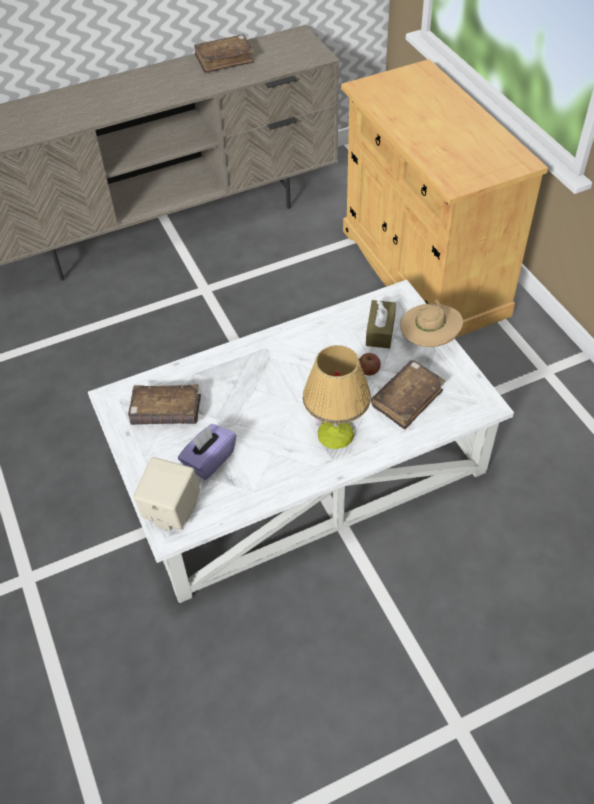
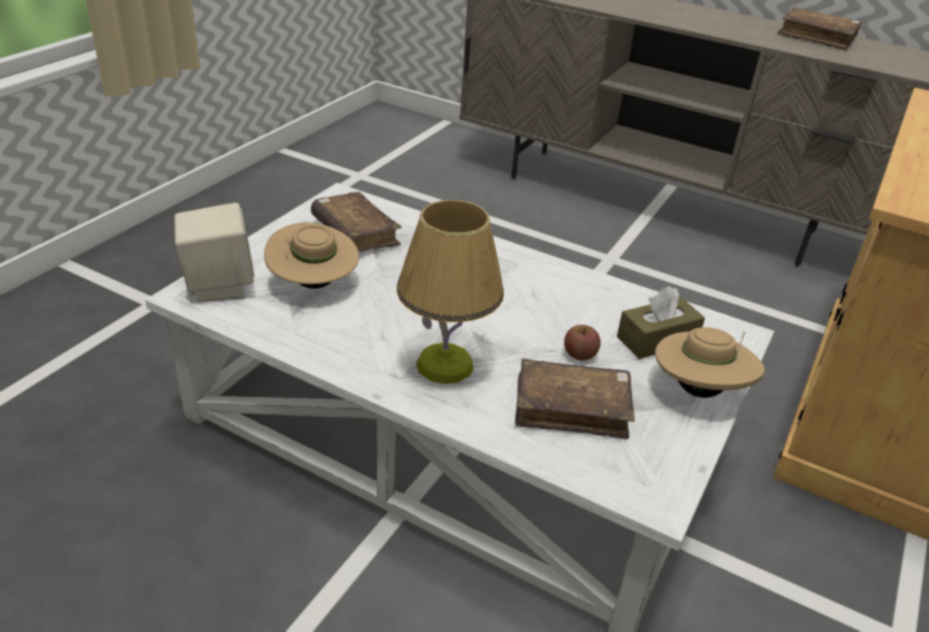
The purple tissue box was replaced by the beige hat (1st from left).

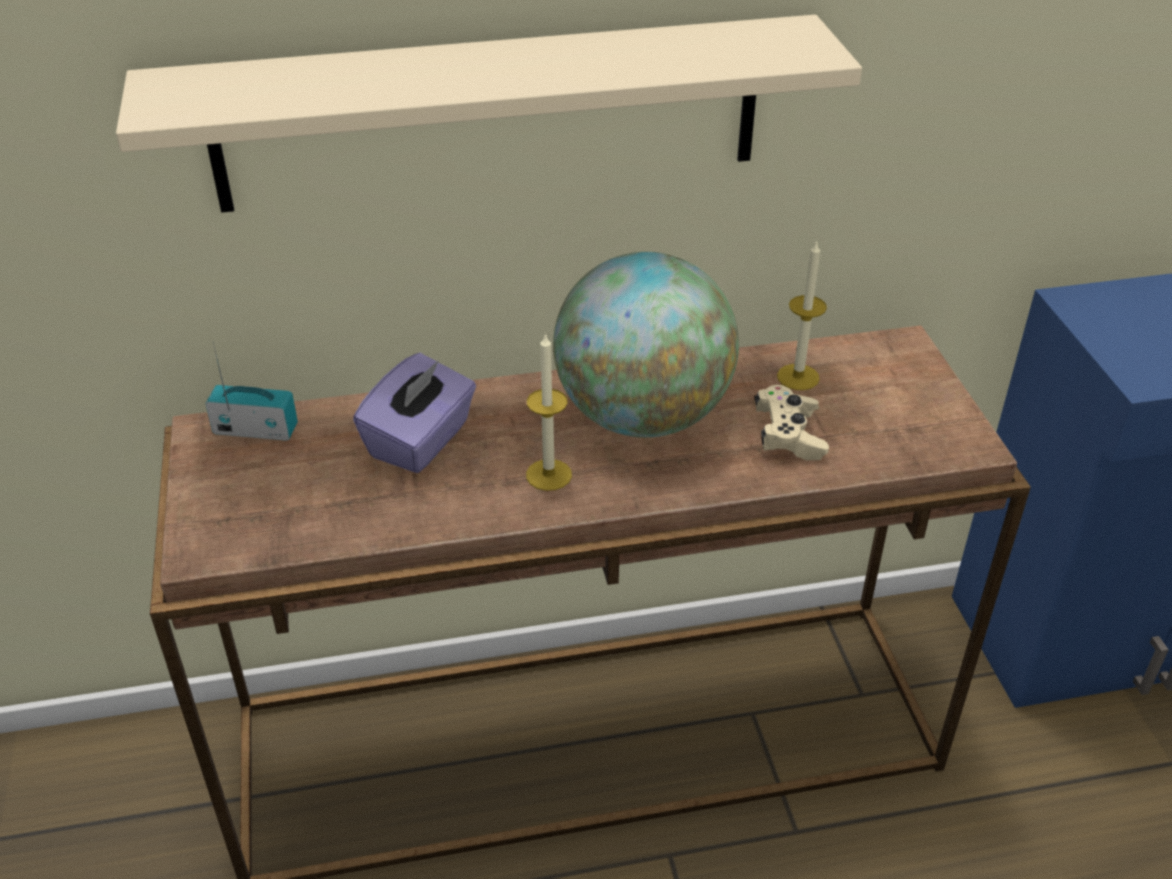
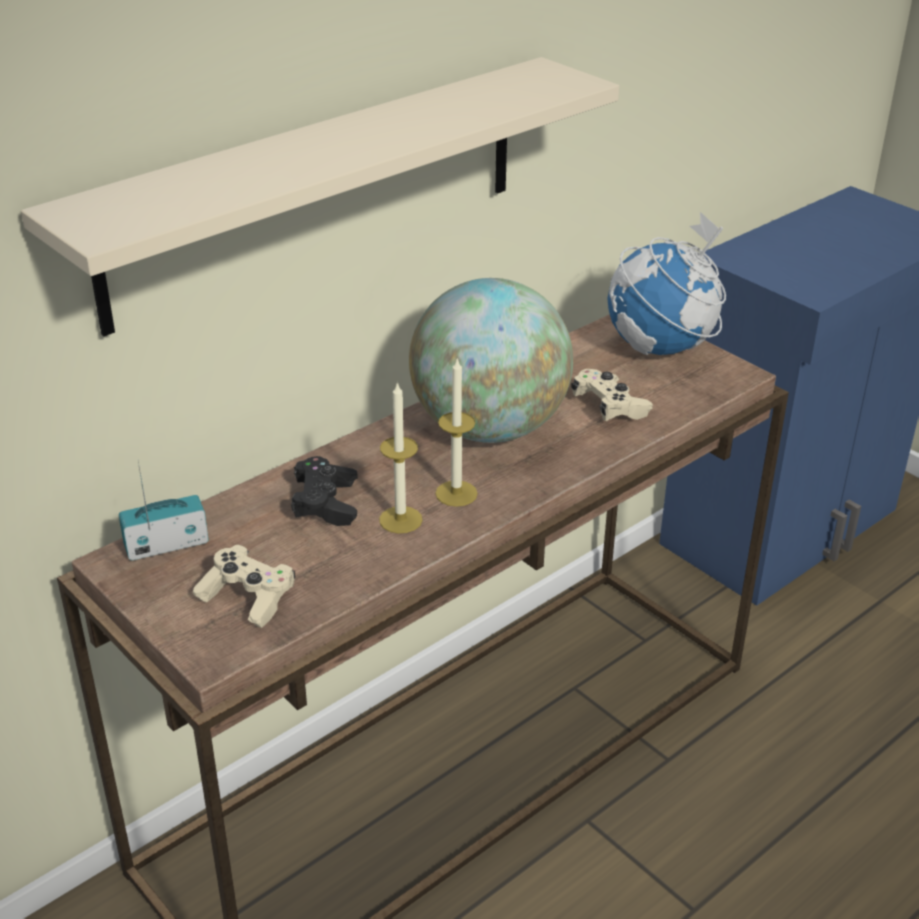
The beige game controller (1st from left) appeared.
The purple tissue box was replaced by the black game controller.
The candle (2nd from left in the first image) moved.
The globe (2nd from left) appeared.

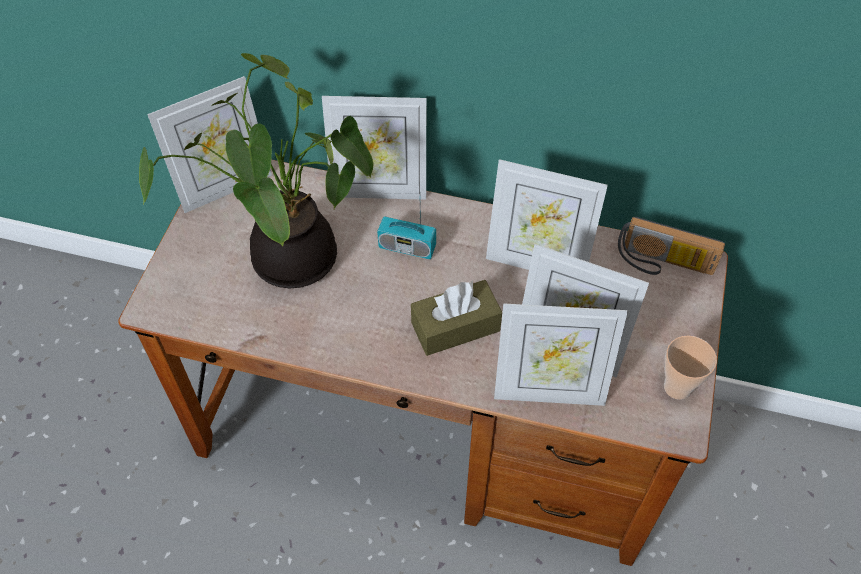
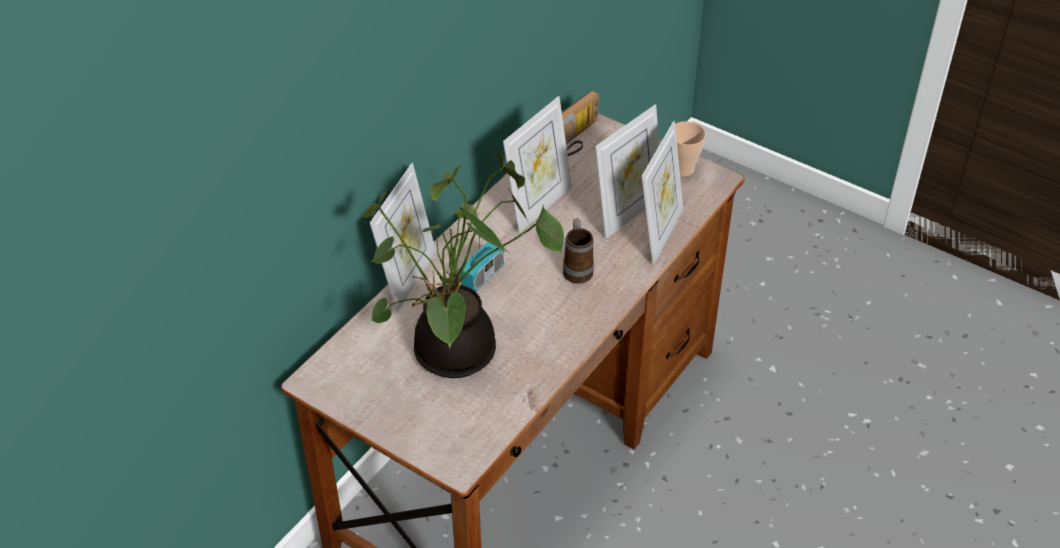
The brown tissue box was replaced by the mug.
The picture frame (1st from left) disappeared.

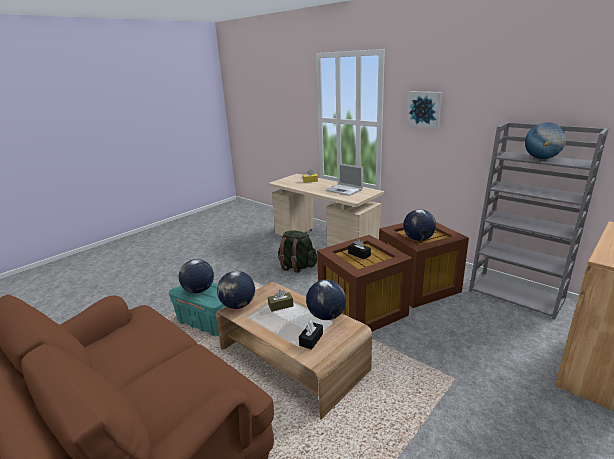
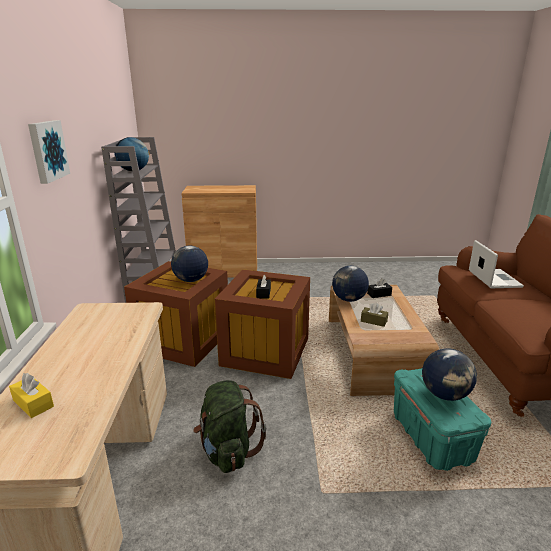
The laptop moved.
The globe (2nd from left) disappeared.

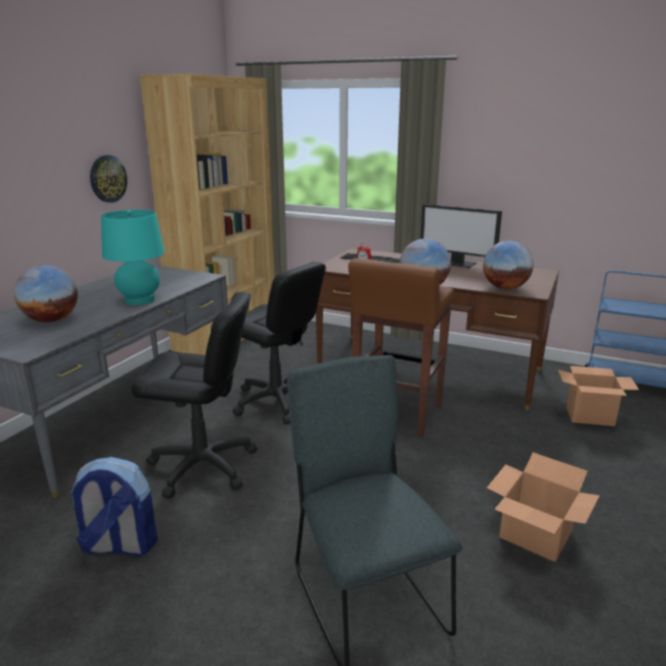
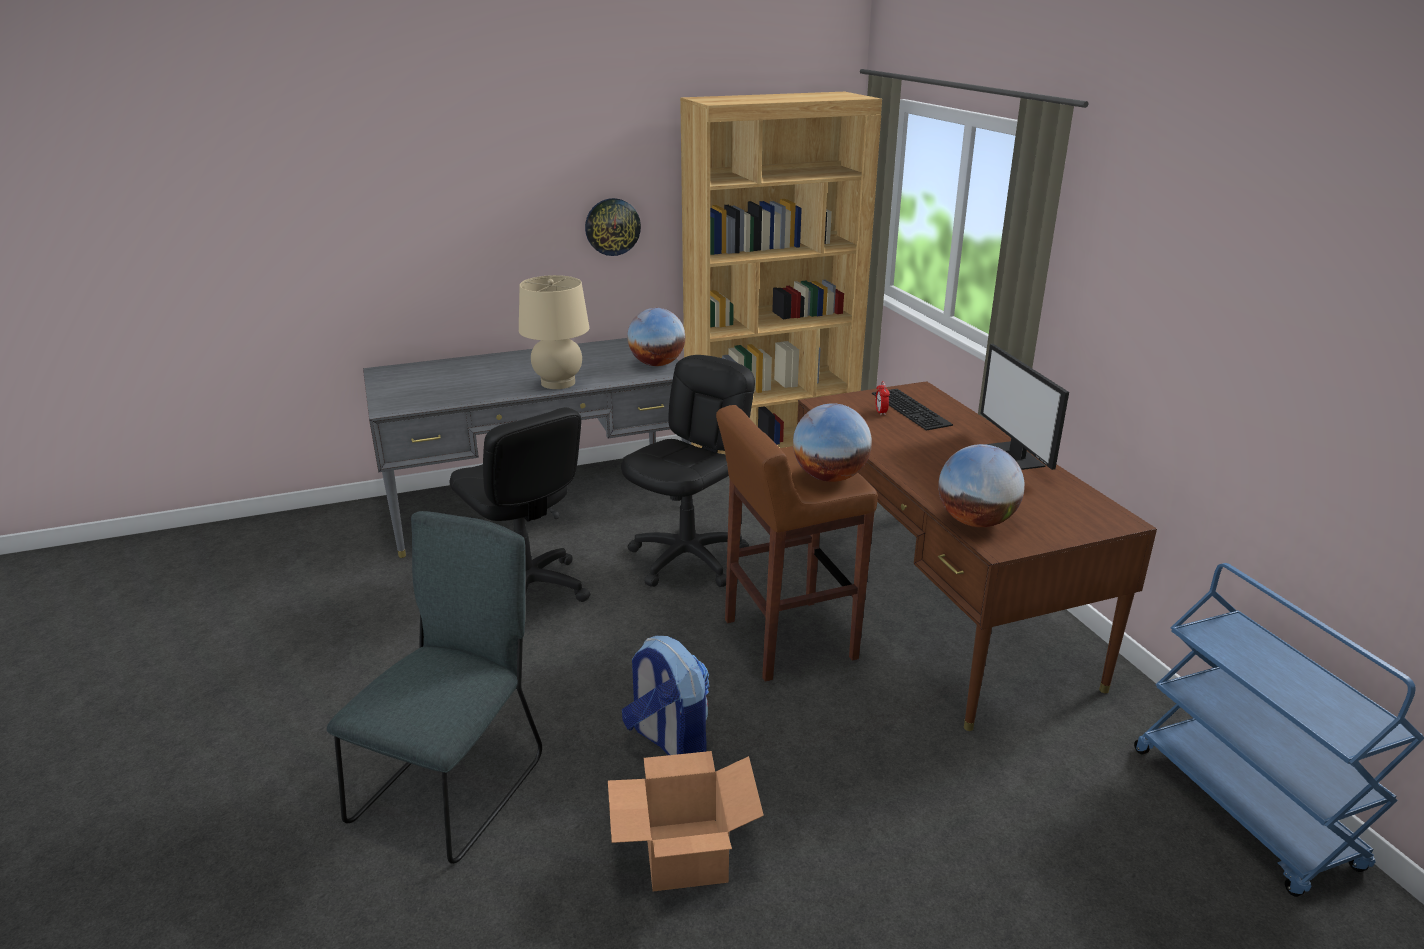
The turquoise table lamp became the beige table lamp.
The black office chair (2nd from left) turned 135 degrees counterclockwise.
The backpack moved.
The globe (1st from left) moved.
The cardboard box (2nd from left) disappeared.

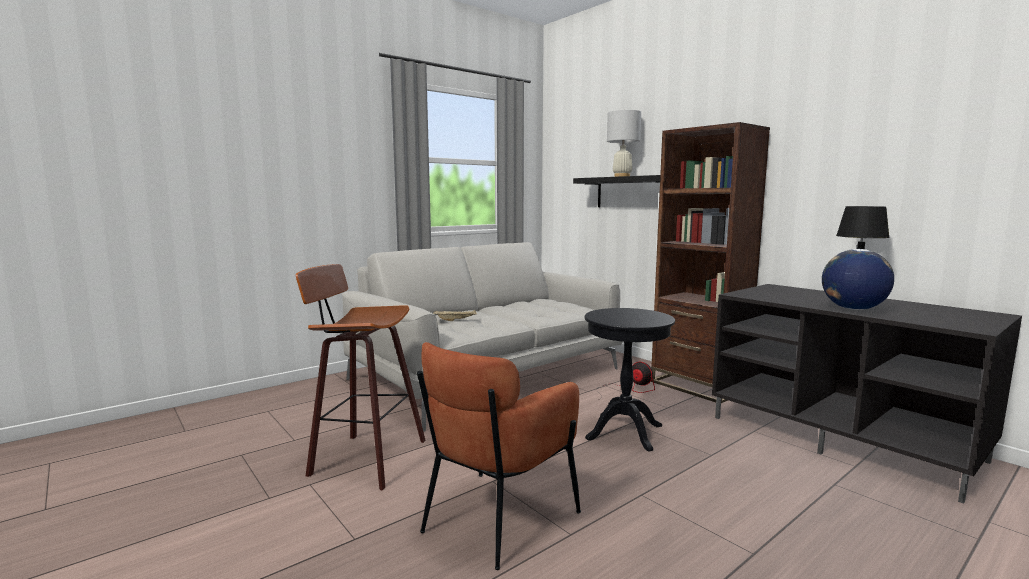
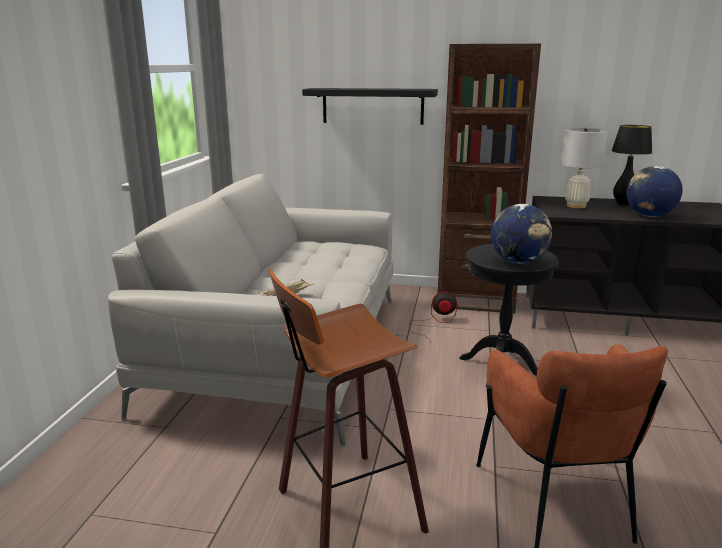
The globe (1st from left) appeared.
The white table lamp moved.

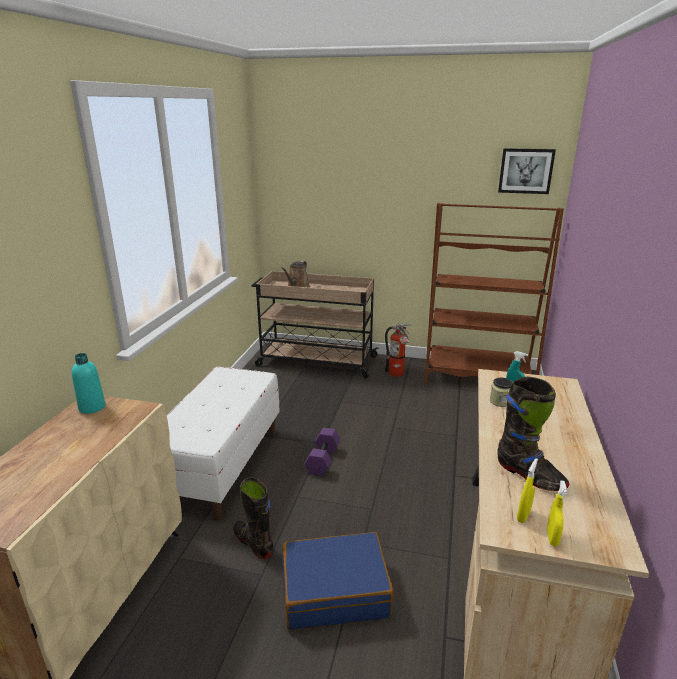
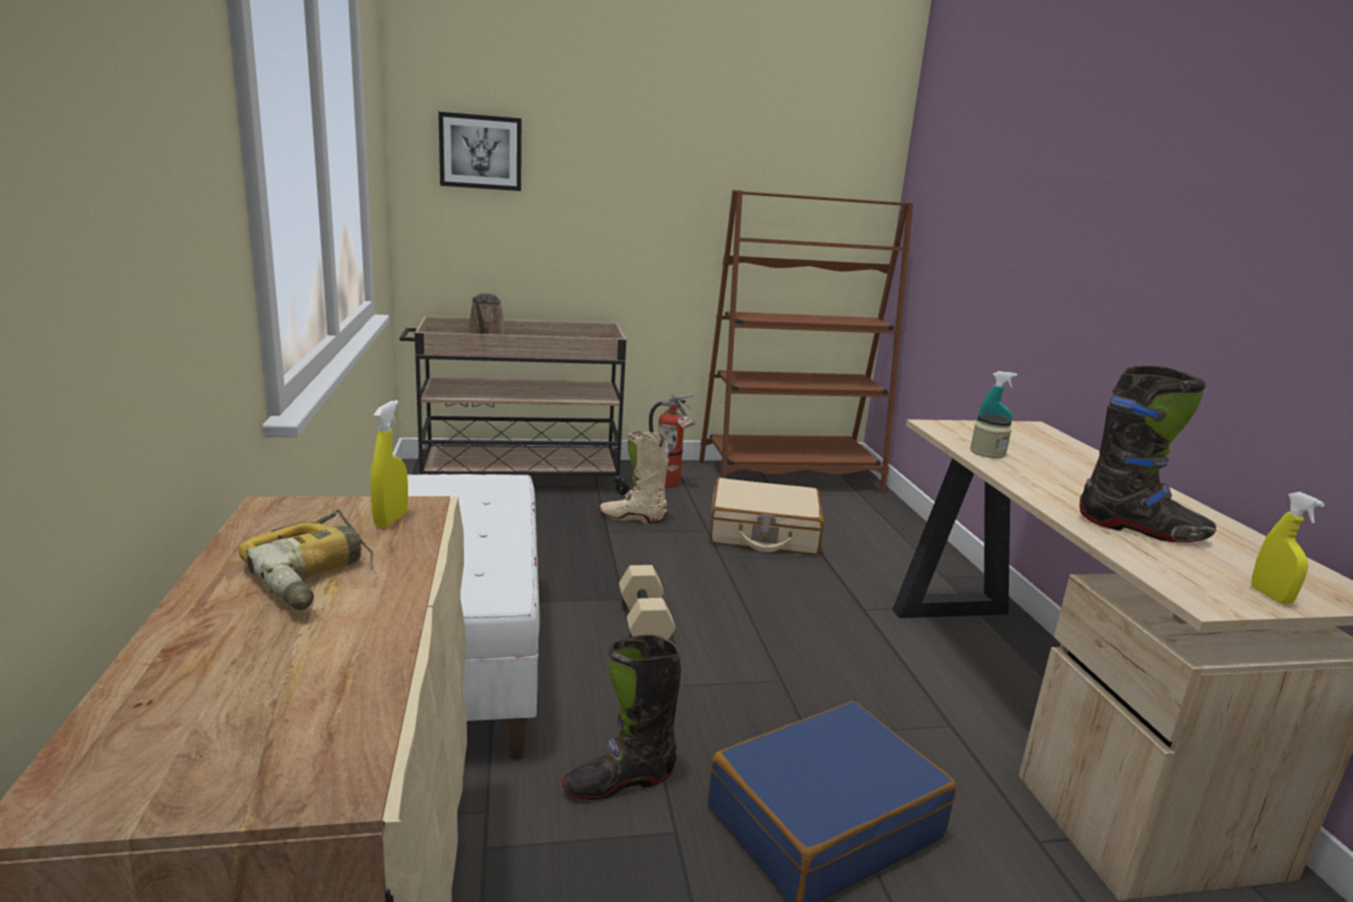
The power drill appeared.
The yellow spray bottle (1st from left) moved.
The picture moved.
The black boot (1st from left) turned 45 degrees counterclockwise.
The beige boot appeared.
The purple dumbbell became the beige dumbbell.
The beige suitcase appeared.
The turquoise bottle disappeared.

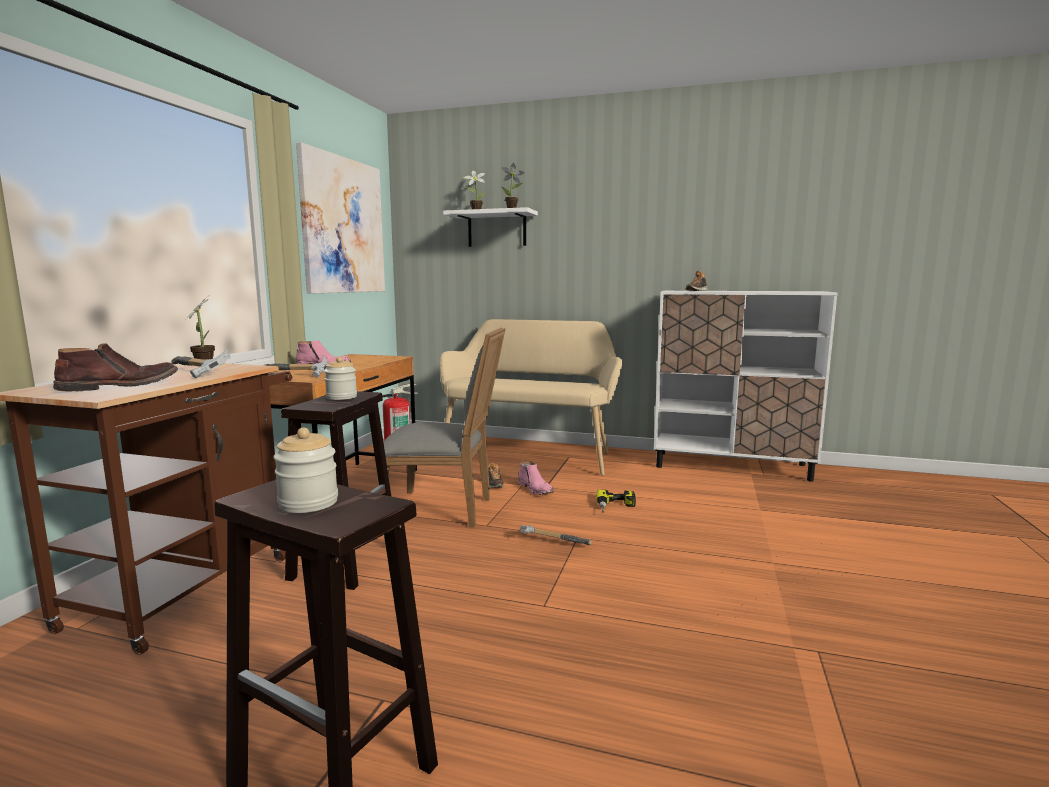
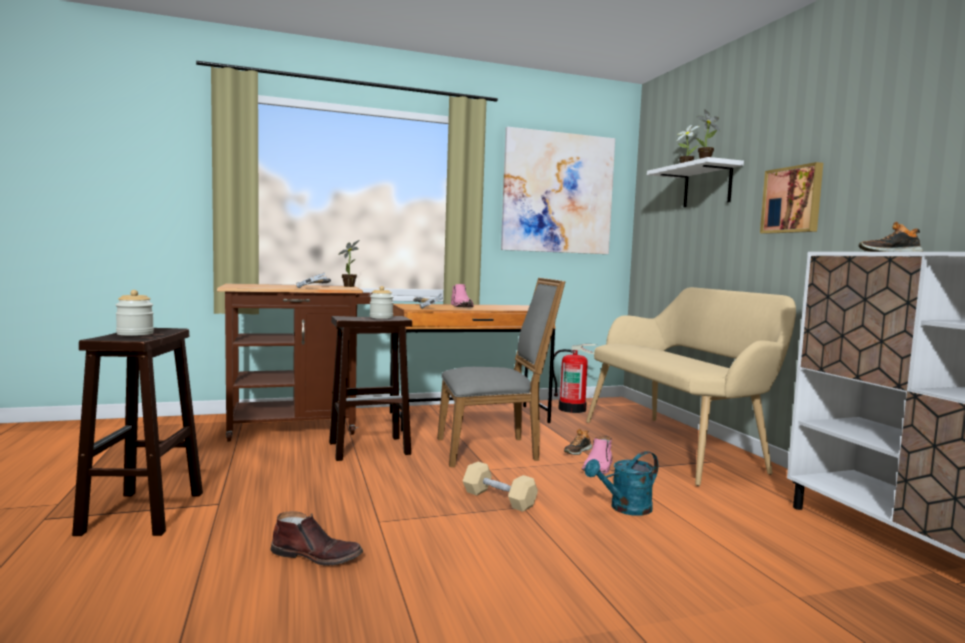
The brown boot moved.
The grey chair turned 75 degrees counterclockwise.
The hammer (3rd from left) was replaced by the beige dumbbell.
The power drill was replaced by the turquoise watering can.
The picture (2nd from left) appeared.

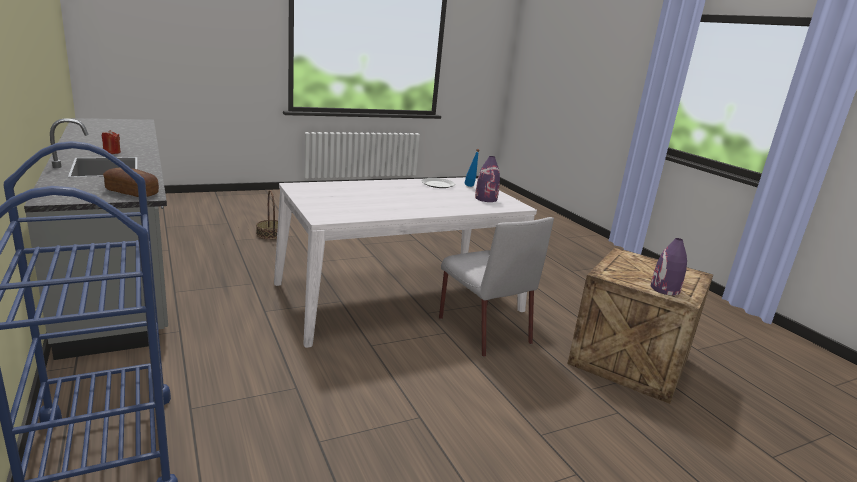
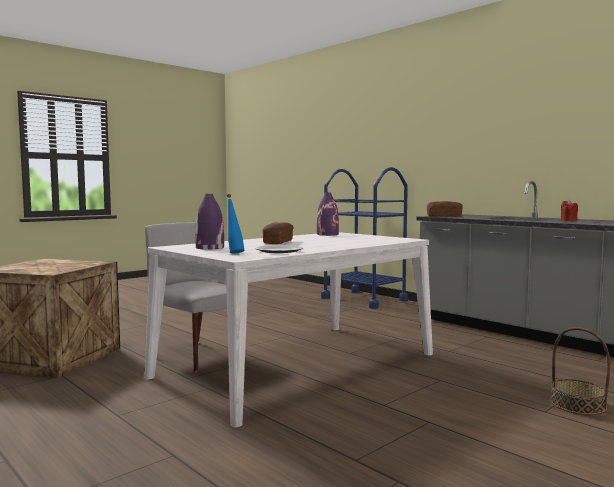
The bread (1st from left) appeared.
The purple vase (2nd from left) moved.

